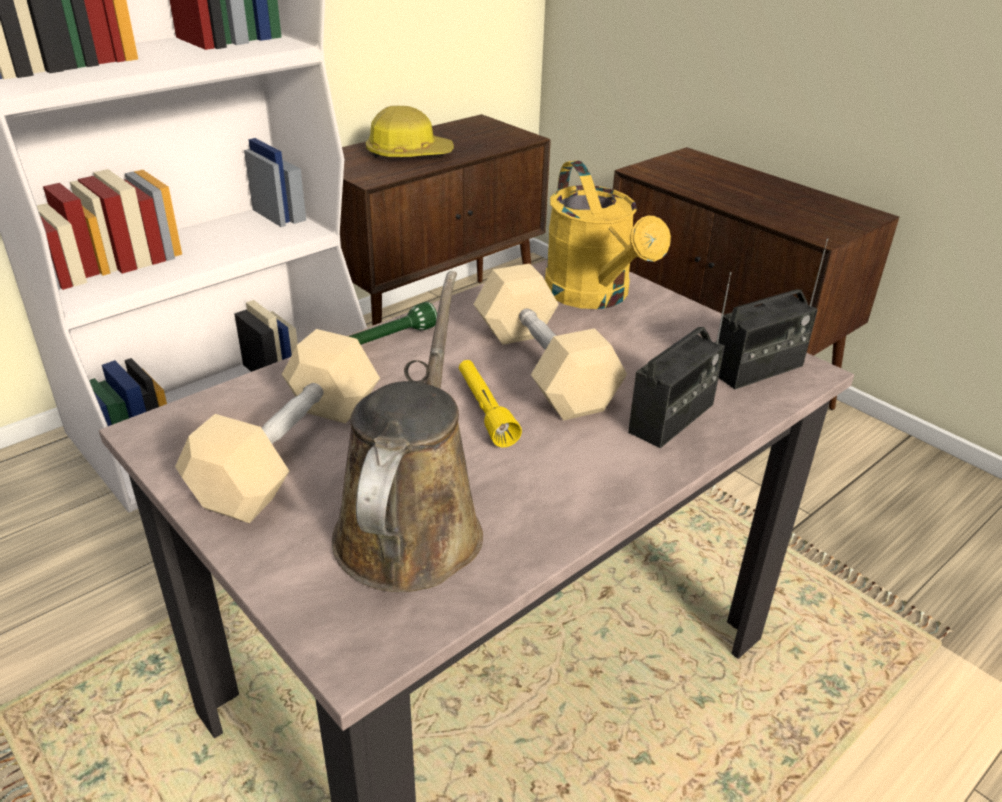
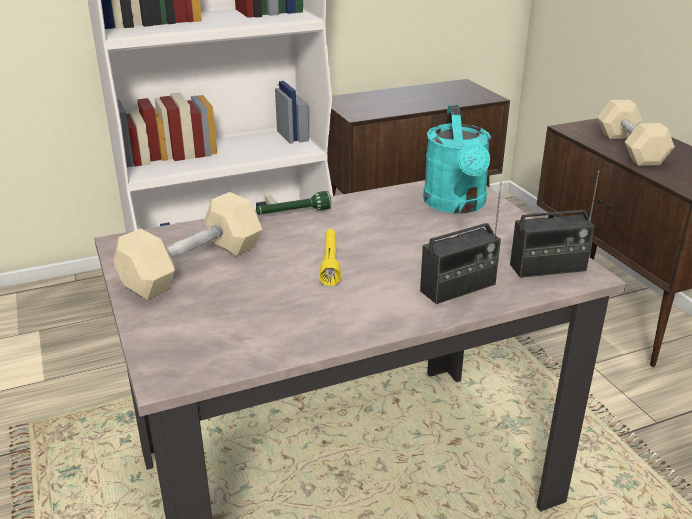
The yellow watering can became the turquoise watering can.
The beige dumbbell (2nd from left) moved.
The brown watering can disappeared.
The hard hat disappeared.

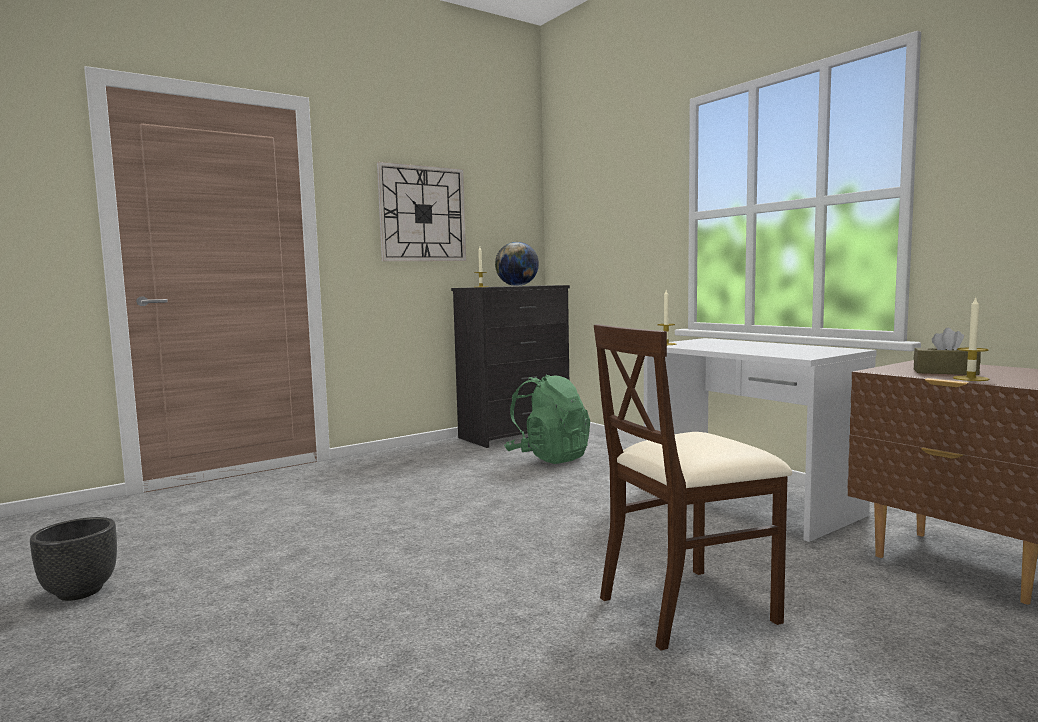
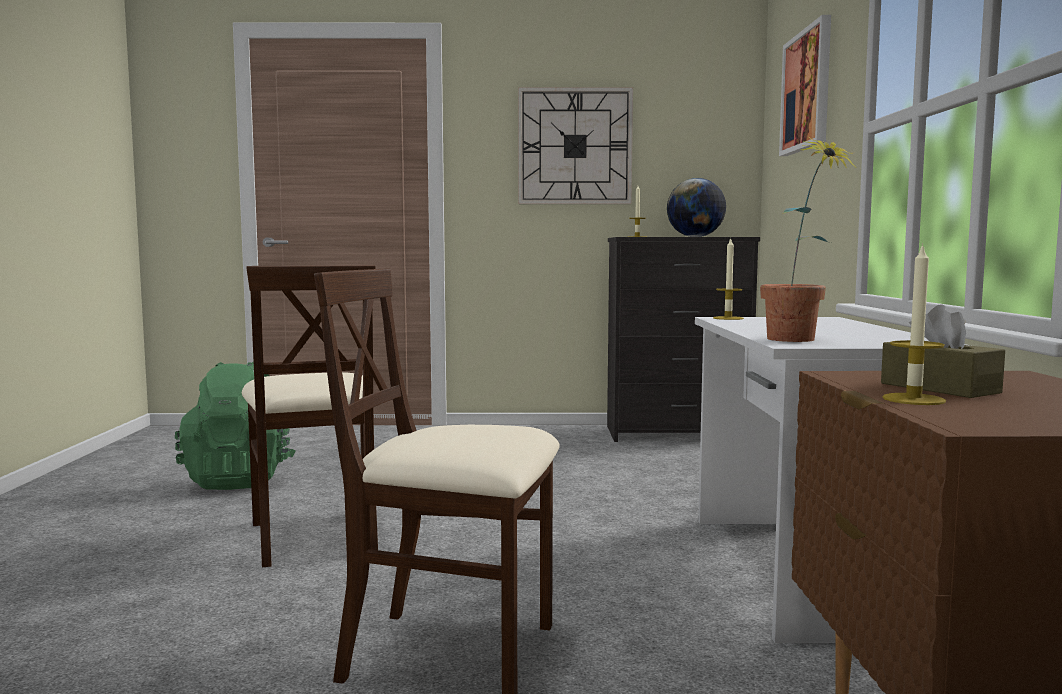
The green backpack moved.
The beige chair (1st from left) appeared.
The potted plant appeared.
The picture appeared.
The black planter disappeared.

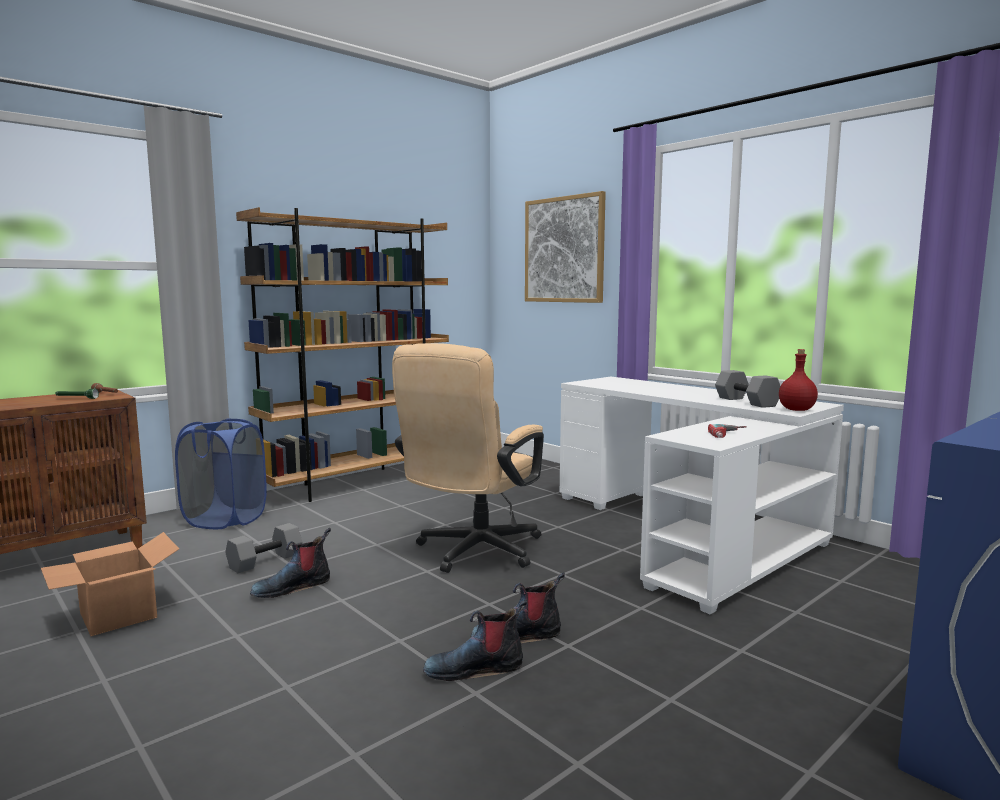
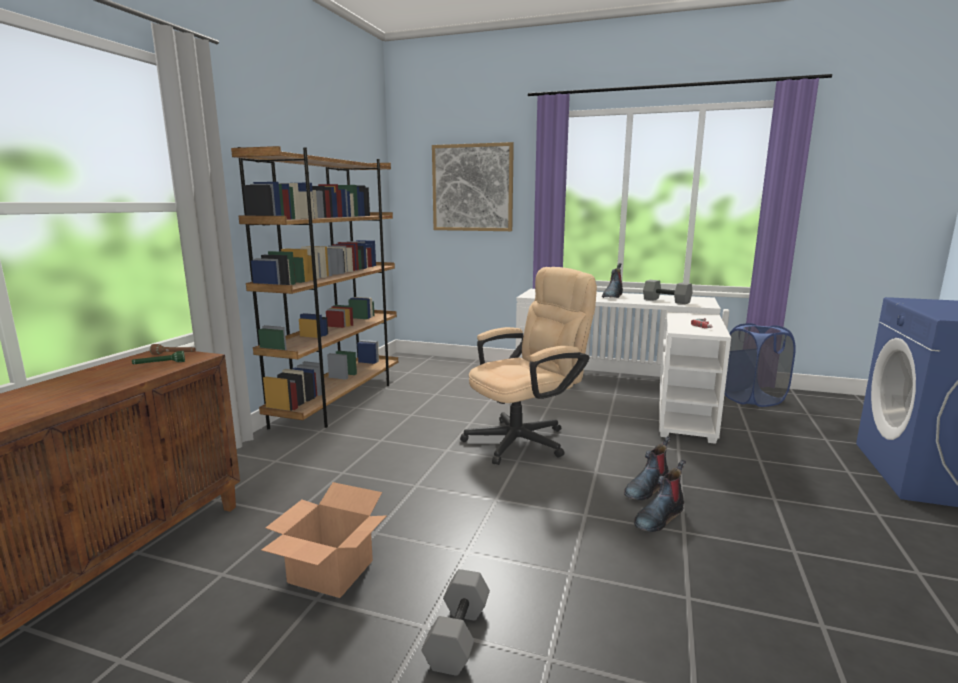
The grey dumbbell (1st from left) moved.
The beige office chair turned 120 degrees counterclockwise.
The boot (1st from left) moved.
The blue laundry basket moved.
The red bottle disappeared.

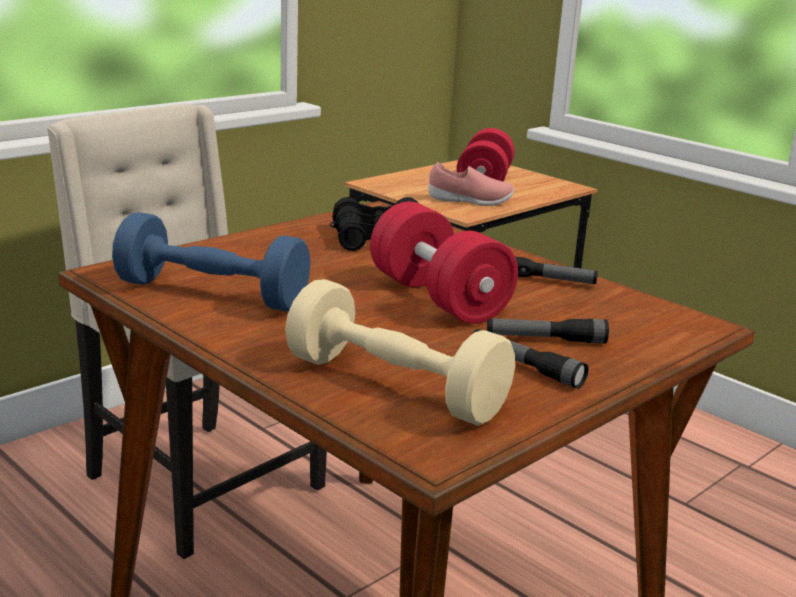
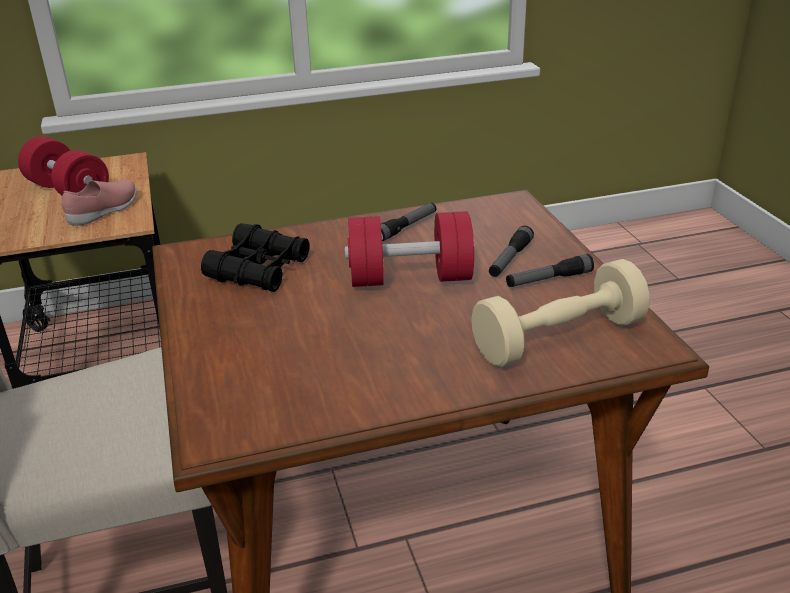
The blue dumbbell disappeared.

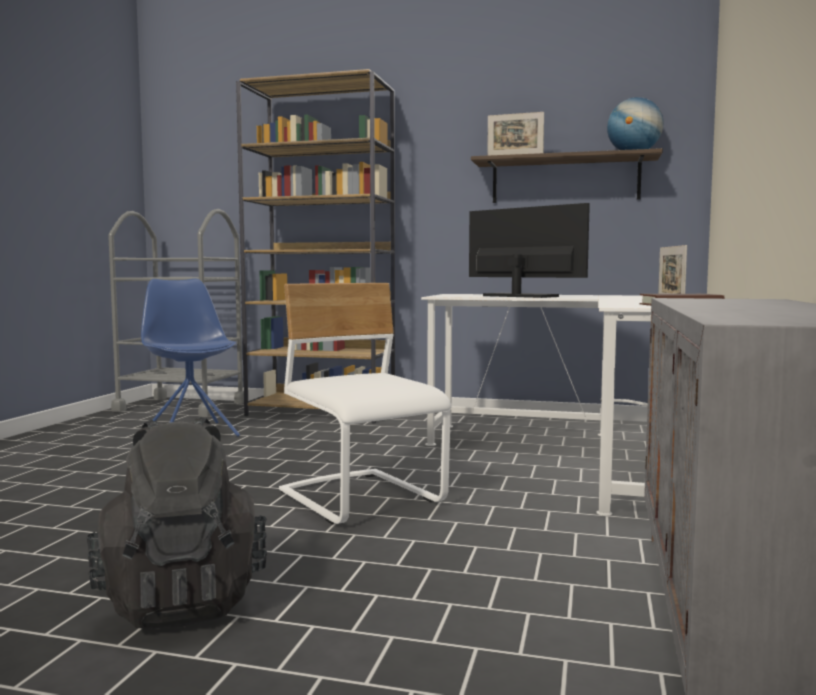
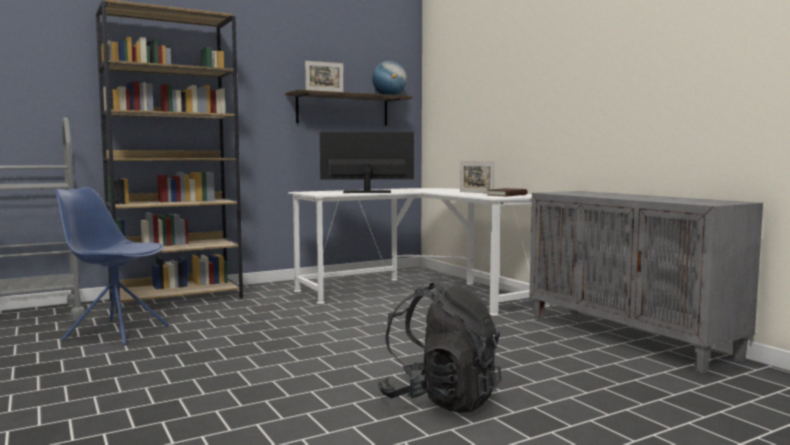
The white chair disappeared.

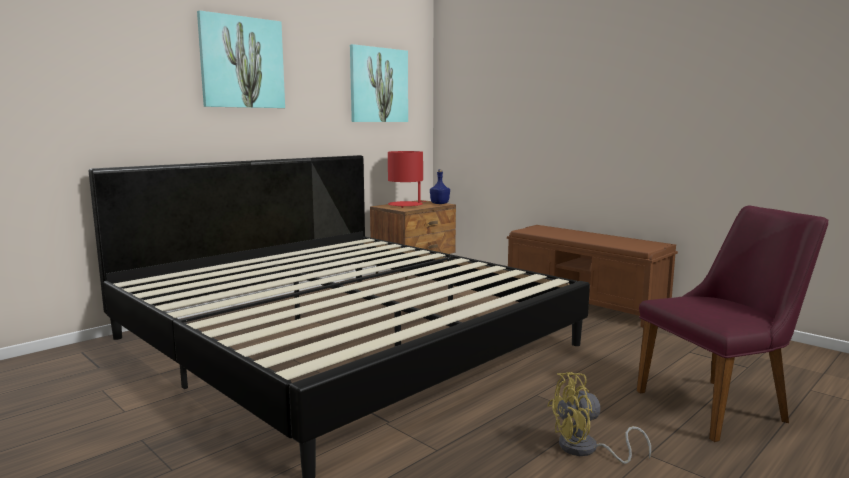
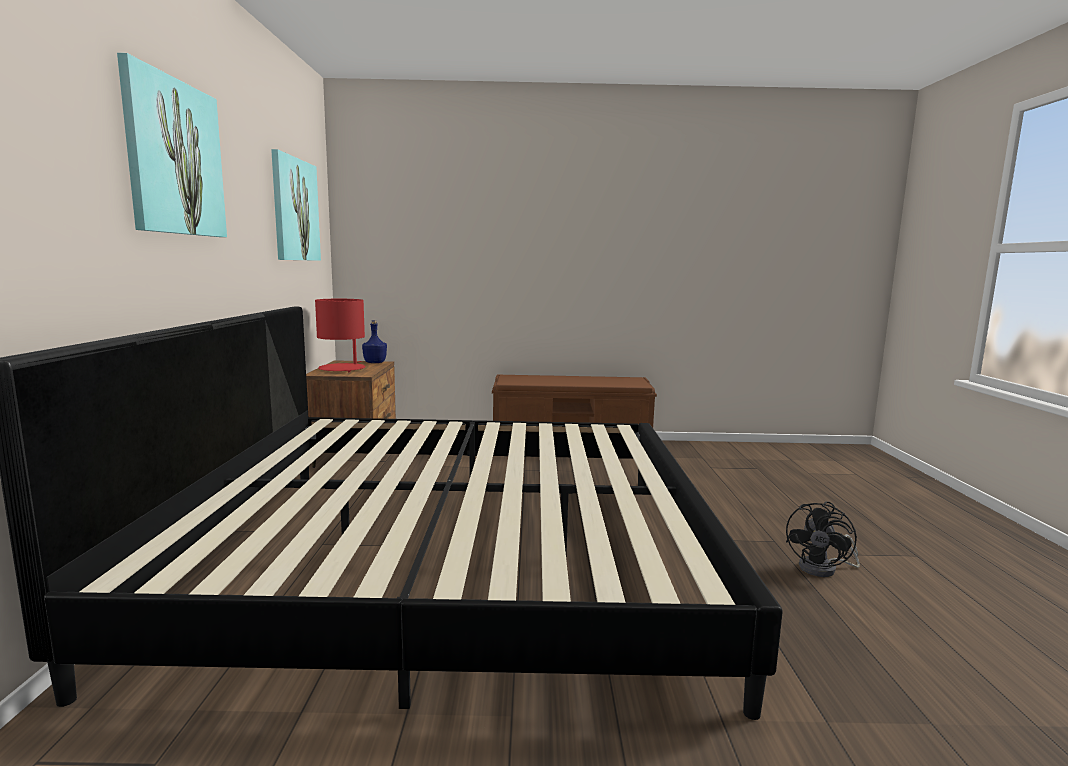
The yellow fan became the black fan.
The purple chair disappeared.

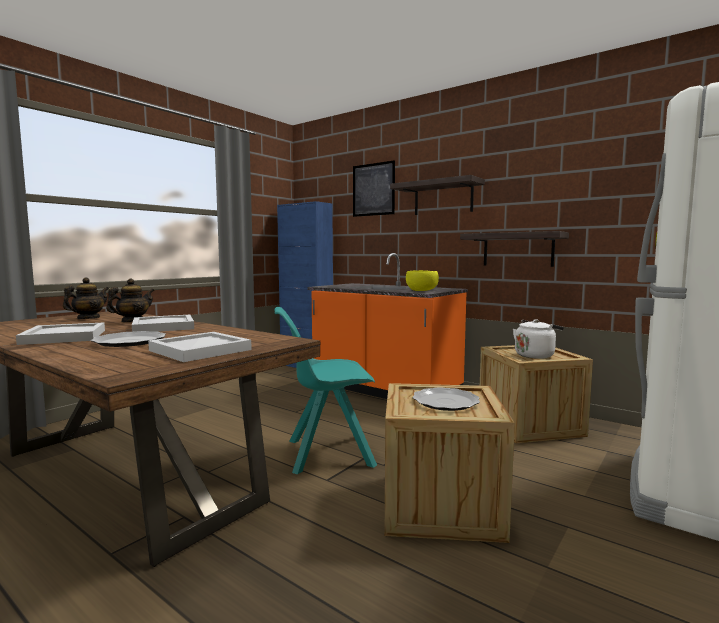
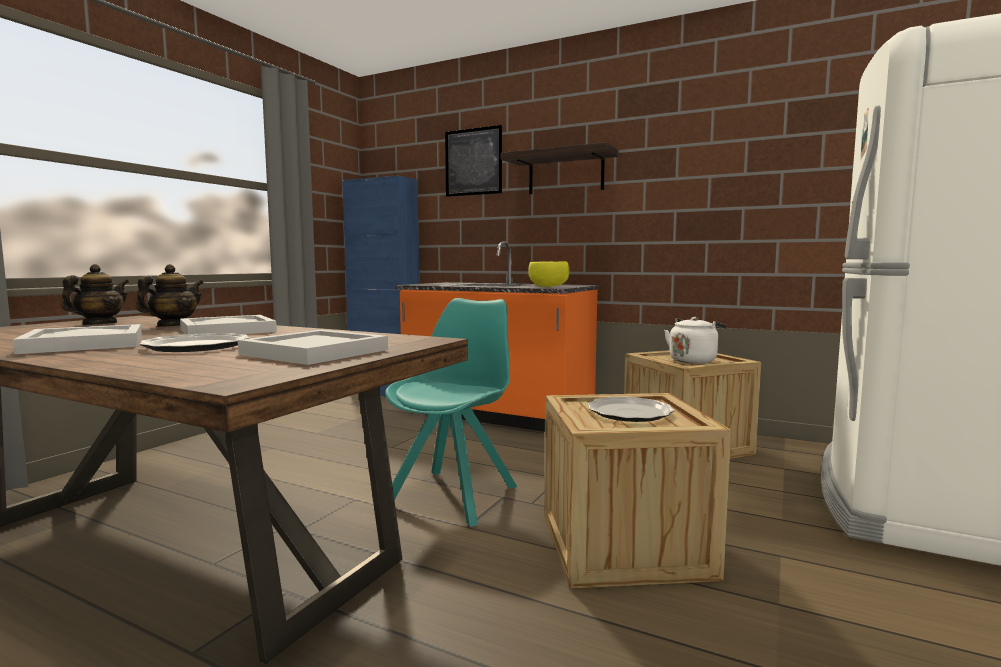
The turquoise chair turned 135 degrees clockwise.
The shelf (2nd from left) disappeared.

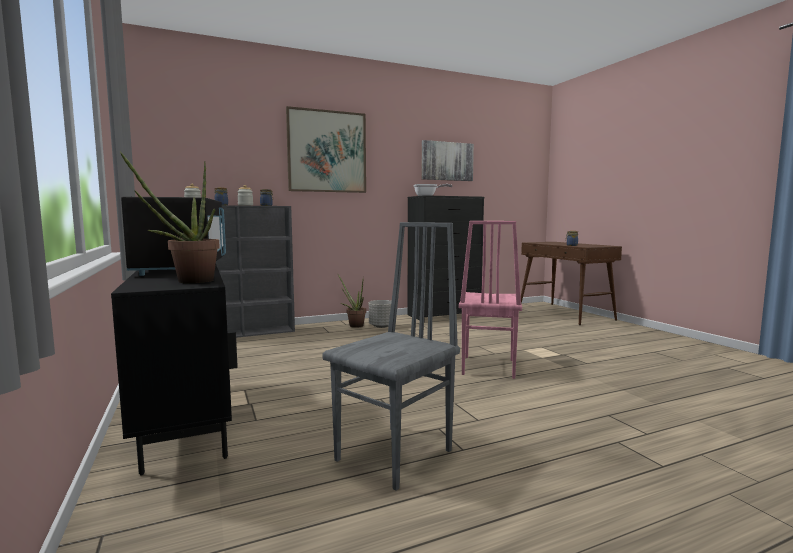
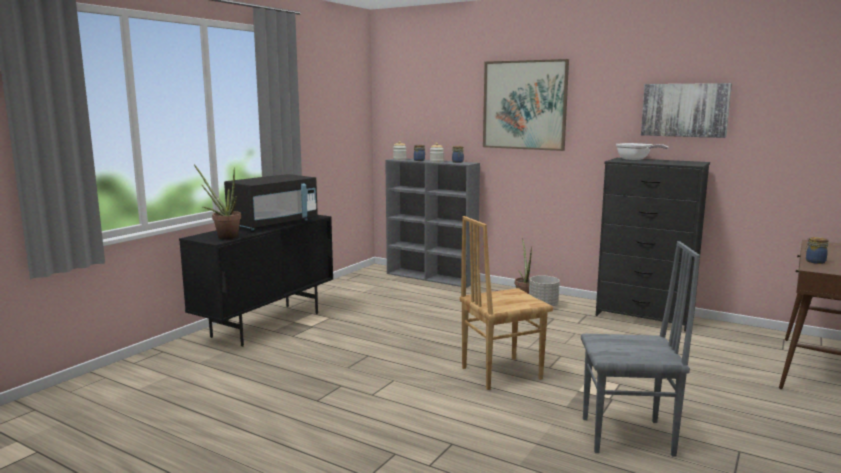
The pink chair became the brown chair.
The grey chair moved.

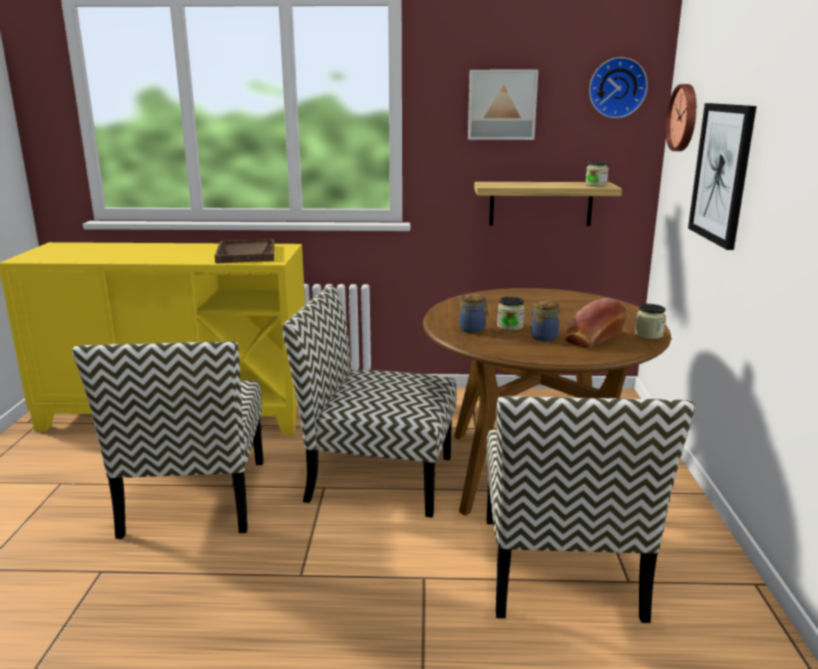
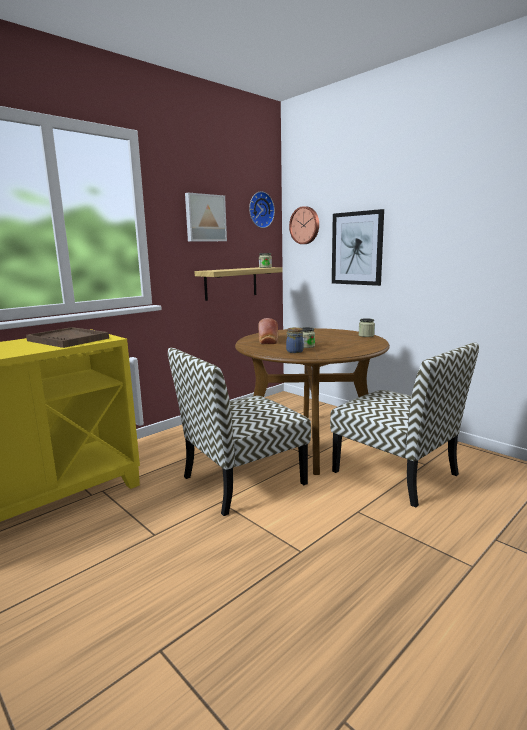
The bread moved.
The chair (1st from left) disappeared.
The jar (3rd from left) disappeared.

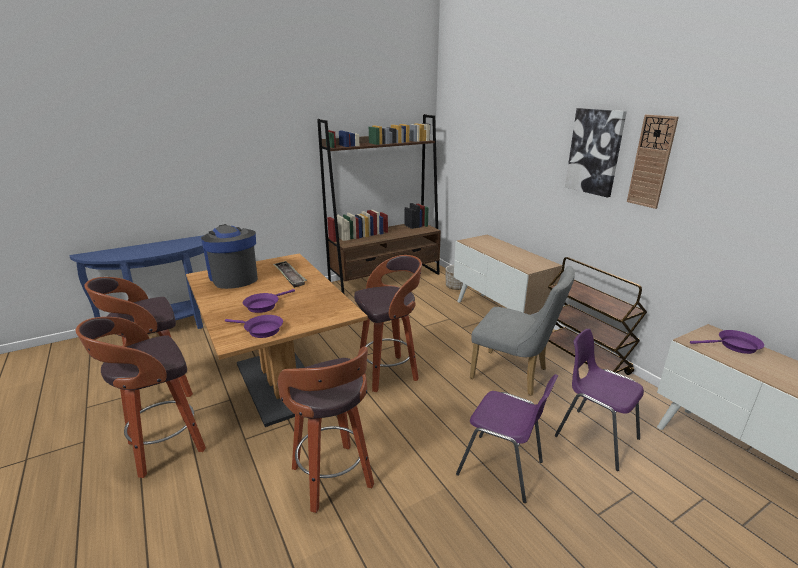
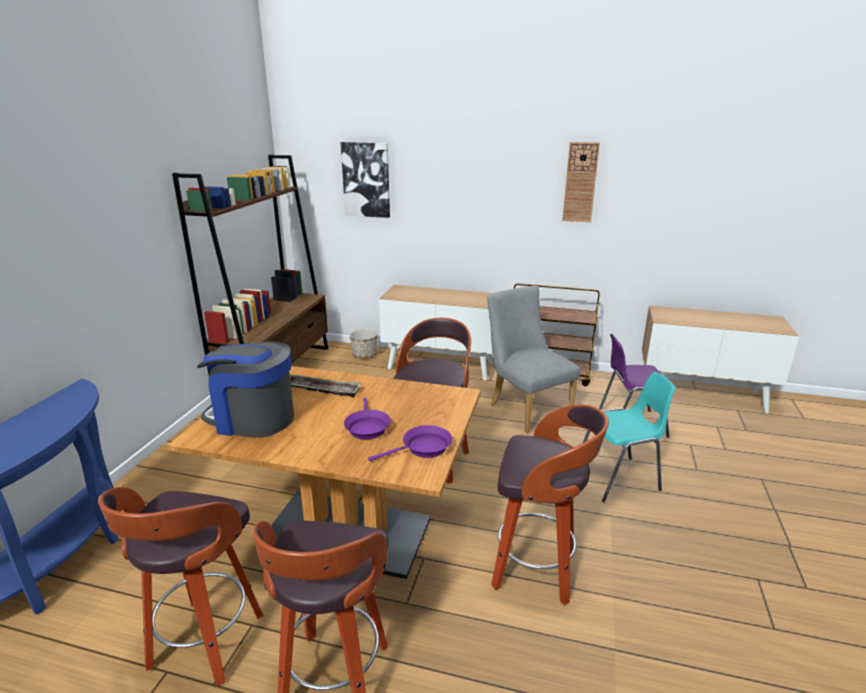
The picture moved.
The grey chair turned 105 degrees counterclockwise.
The purple chair (1st from left) became the turquoise chair.
The purple frying pan (3rd from left) disappeared.

